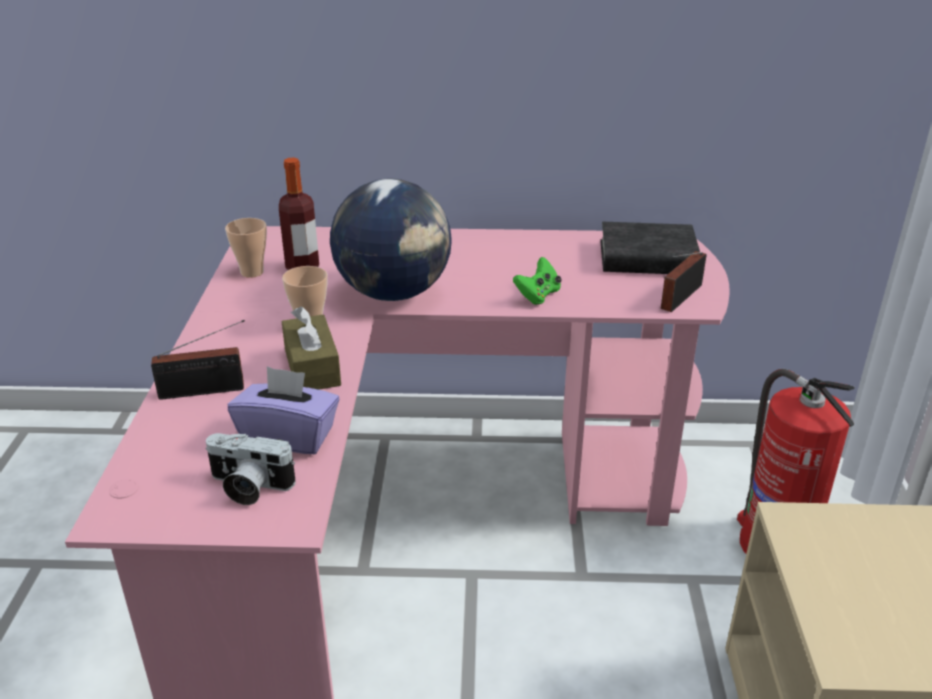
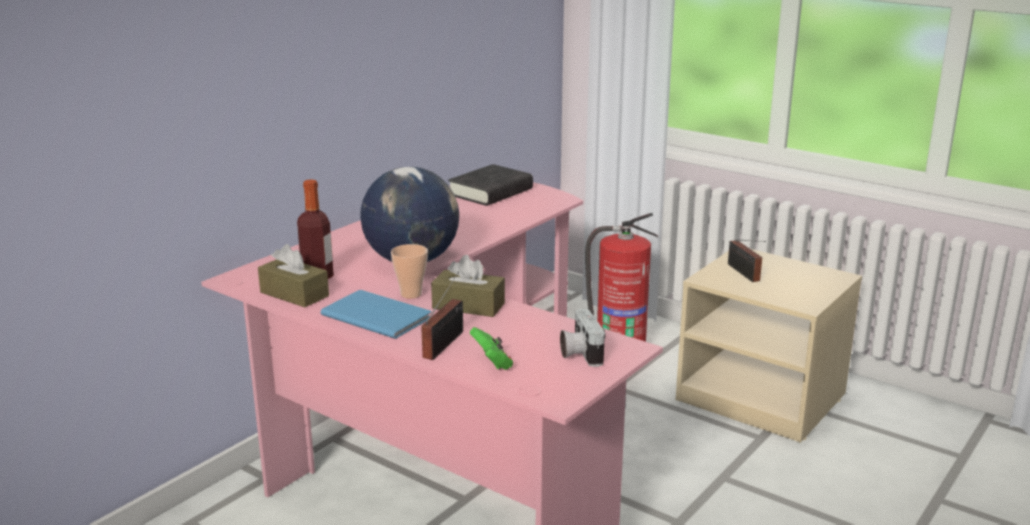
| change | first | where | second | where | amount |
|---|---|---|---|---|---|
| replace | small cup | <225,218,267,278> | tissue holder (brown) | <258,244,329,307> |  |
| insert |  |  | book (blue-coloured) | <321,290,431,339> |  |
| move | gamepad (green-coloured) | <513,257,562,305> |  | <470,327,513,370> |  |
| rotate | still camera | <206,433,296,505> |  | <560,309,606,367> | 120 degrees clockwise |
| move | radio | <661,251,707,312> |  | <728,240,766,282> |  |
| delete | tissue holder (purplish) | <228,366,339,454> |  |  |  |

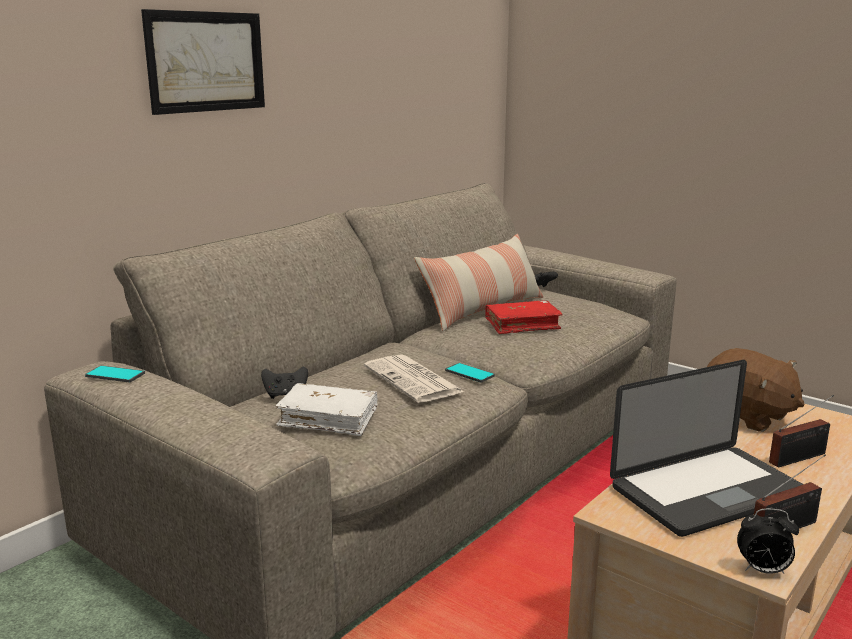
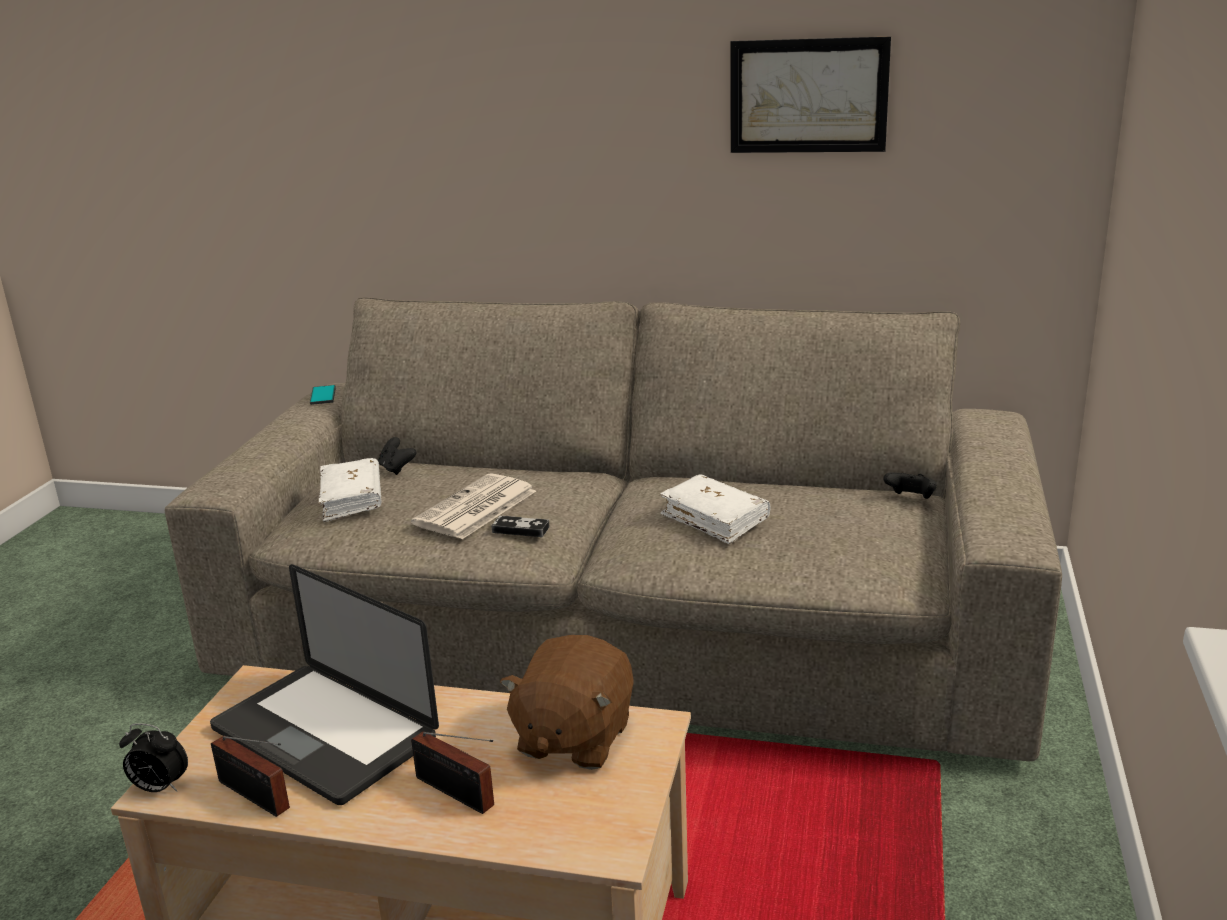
| change | first | where | second | where | amount |
|---|---|---|---|---|---|
| rotate | alarm clock | <737,508,799,574> |  | <119,723,188,792> | 60 degrees counterclockwise |
| replace | phone | <445,363,495,383> | gamepad | <491,516,549,537> |  |
| recolor | book (red-coloured) | <485,300,563,334> | book (white) | <660,475,771,544> |  |
| move | wall picture | <141,9,265,115> |  | <730,36,891,153> |  |
| delete | throw pillow | <414,234,543,331> |  |  |  |

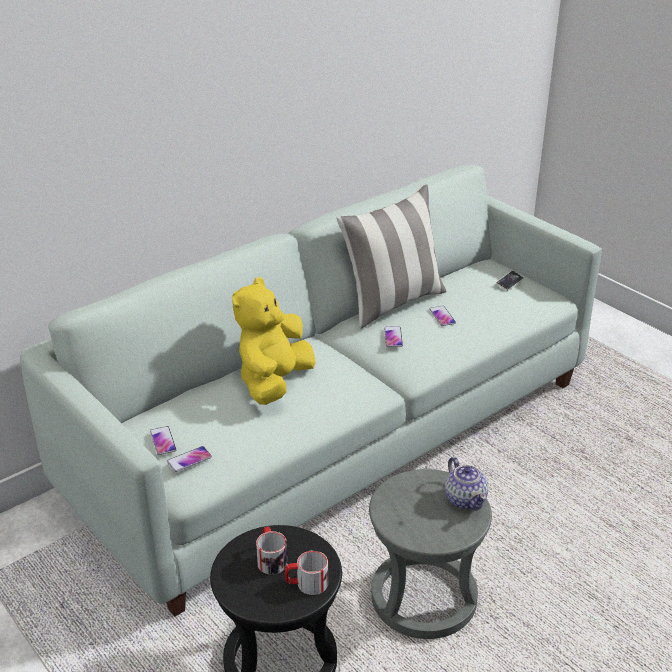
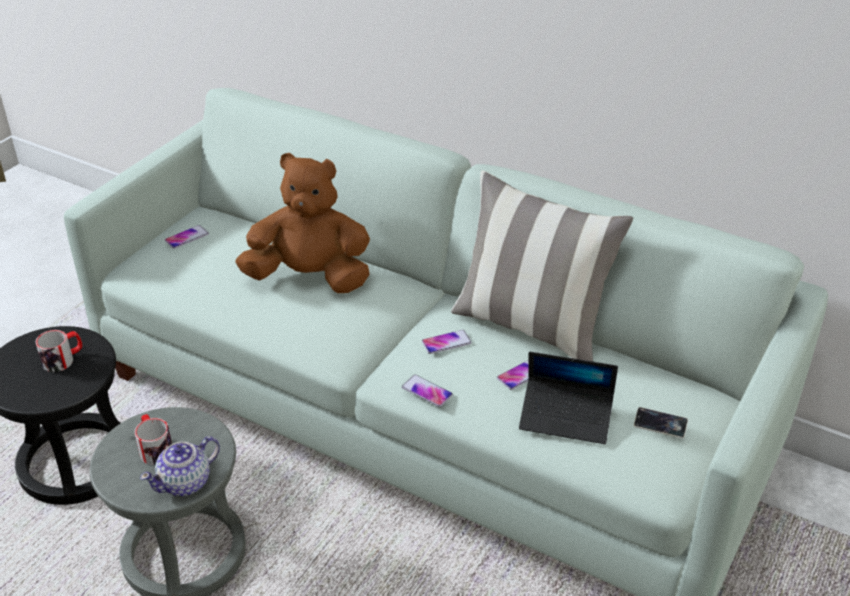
| change | first | where | second | where | amount |
|---|---|---|---|---|---|
| move | coffee mug | <285,551,328,595> |  | <135,414,172,465> |  |
| recolor | plush toy (yellowish) | <232,277,316,405> | plush toy (brown) | <235,153,370,293> |  |
| move | phone | <167,446,212,472> |  | <402,375,453,407> |  |
| insert |  |  | portable computer | <519,352,618,444> |  |

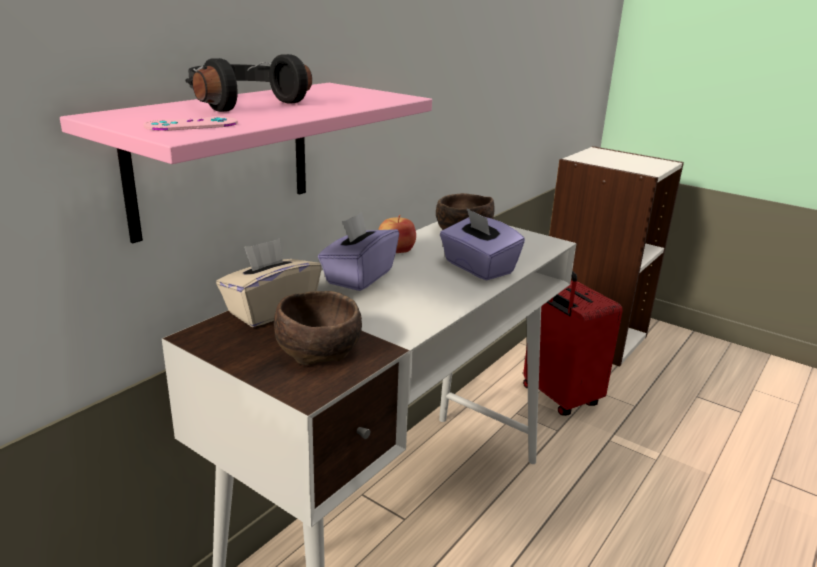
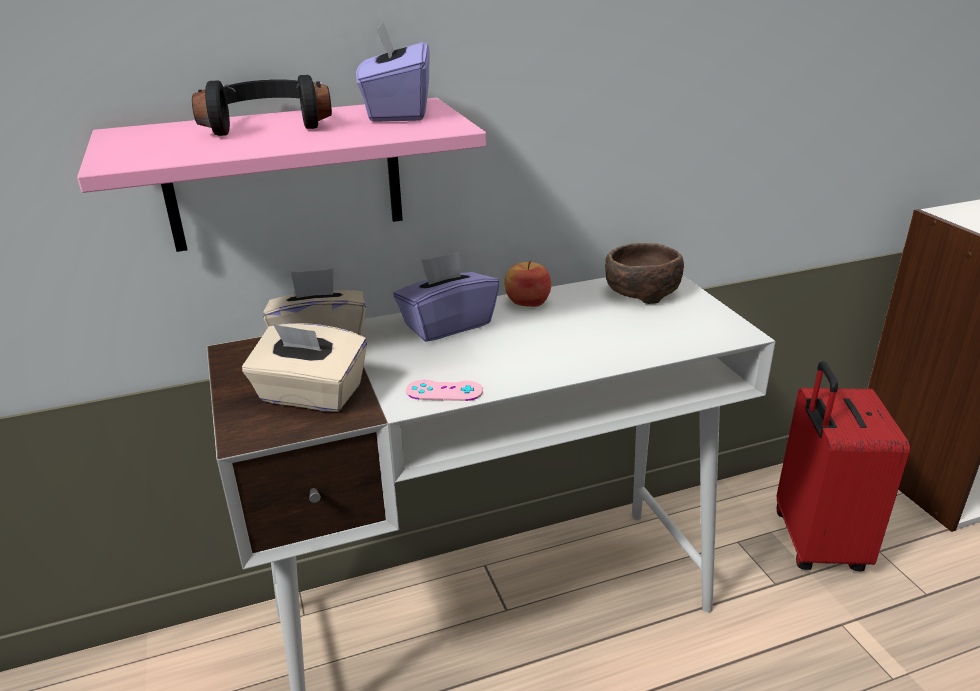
| change | first | where | second | where | amount |
|---|---|---|---|---|---|
| replace | deep dish (brown) | <274,291,362,365> | tissue holder (sand-coloured) | <242,323,367,412> |  |
| move | tissue holder (purplish) | <440,208,525,281> |  | <356,22,430,122> |  |
| move | gamepad (pinkish) | <143,117,238,131> |  | <406,380,483,401> |  |

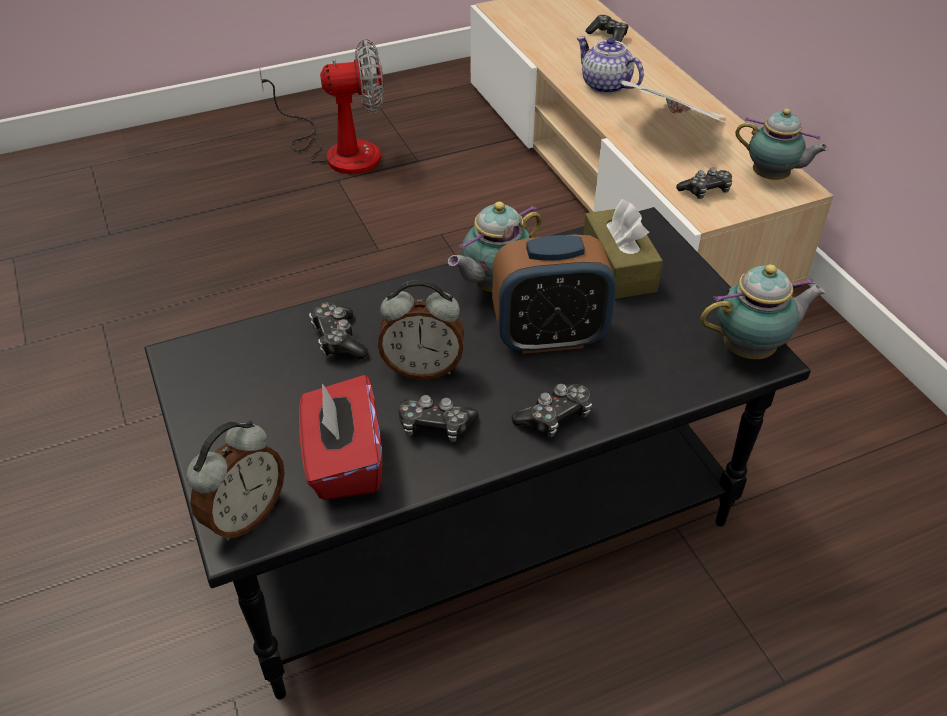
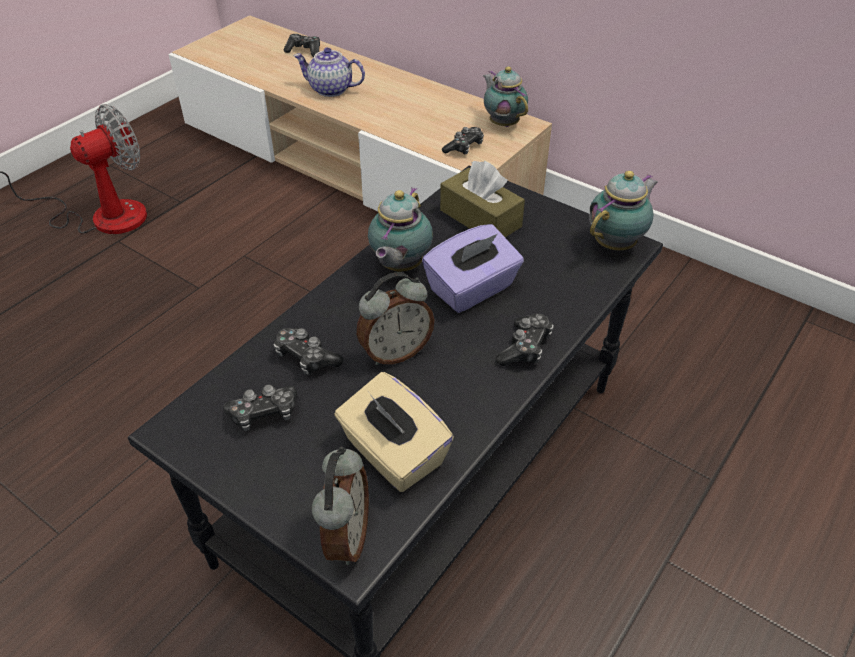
| change | first | where | second | where | amount |
|---|---|---|---|---|---|
| move | gamepad | <399,395,479,442> |  | <223,384,297,431> |  |
| recolor | tissue holder (red-coloured) | <299,375,382,500> | tissue holder (sand-coloured) | <334,372,454,492> |  |
| replace | alarm clock | <492,235,616,354> | tissue holder (purplish) | <422,224,524,313> |  |
| rotate | pot for tea | <735,108,829,180> |  | <483,67,528,127> | 120 degrees counterclockwise |
| delete | printed paper | <621,81,728,123> |  |  |  |

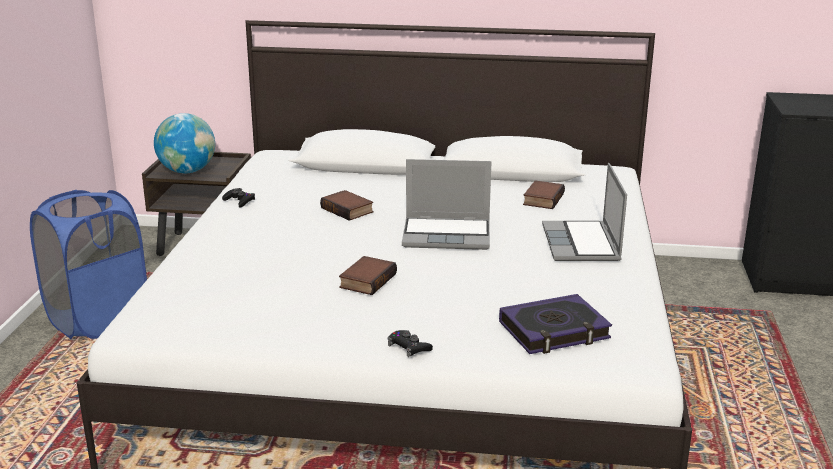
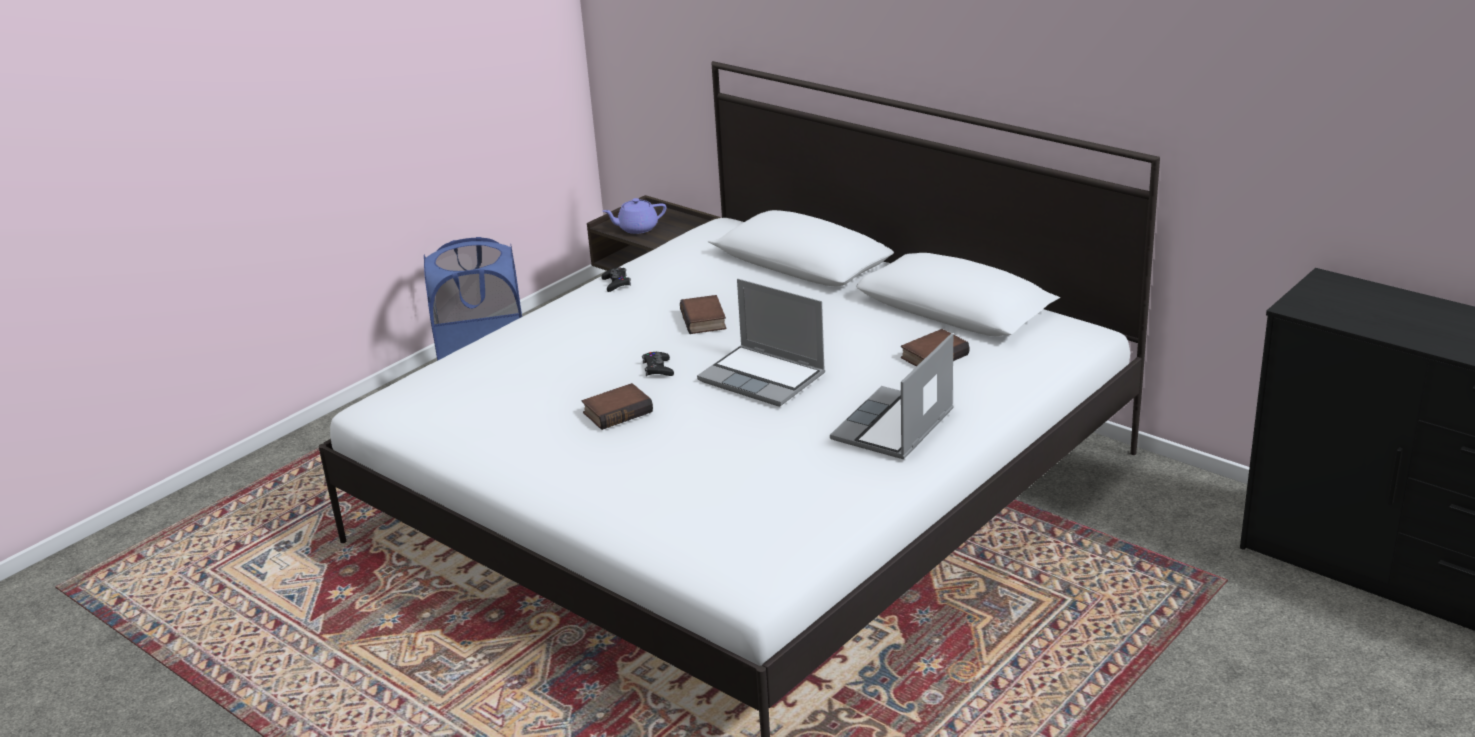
| change | first | where | second | where | amount |
|---|---|---|---|---|---|
| replace | desk globe | <154,113,215,173> | pot for tea (purplish) | <603,198,666,234> |  |
| move | gamepad (blackish) | <387,330,433,357> |  | <642,352,674,376> |  |
| delete | book | <499,294,612,354> |  |  |  |

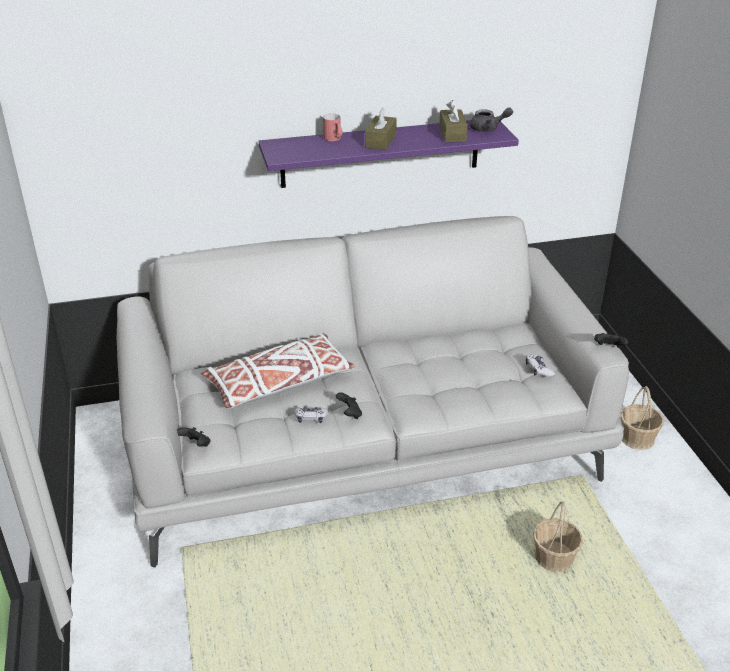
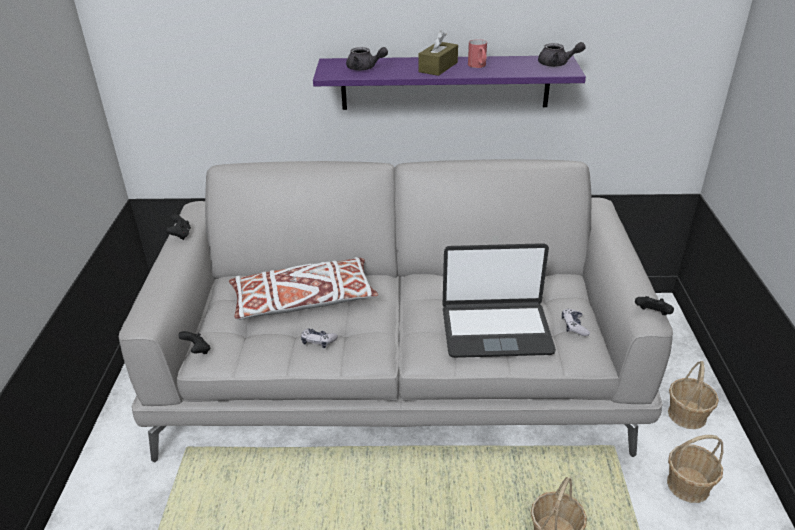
| change | first | where | second | where | amount |
|---|---|---|---|---|---|
| move | gamepad (blackish) | <336,392,362,419> |  | <166,214,191,240> |  |
| insert |  |  | pot for tea (grey) | <346,47,388,70> |  |
| insert |  |  | portable computer | <443,243,556,358> |  |
| move | coffee mug (red-coloured) | <323,114,343,141> |  | <468,39,487,68> |  |
| insert |  |  | basket | <667,435,723,503> |  |
| delete | tissue holder (brown) | <439,100,468,142> |  |  |  |

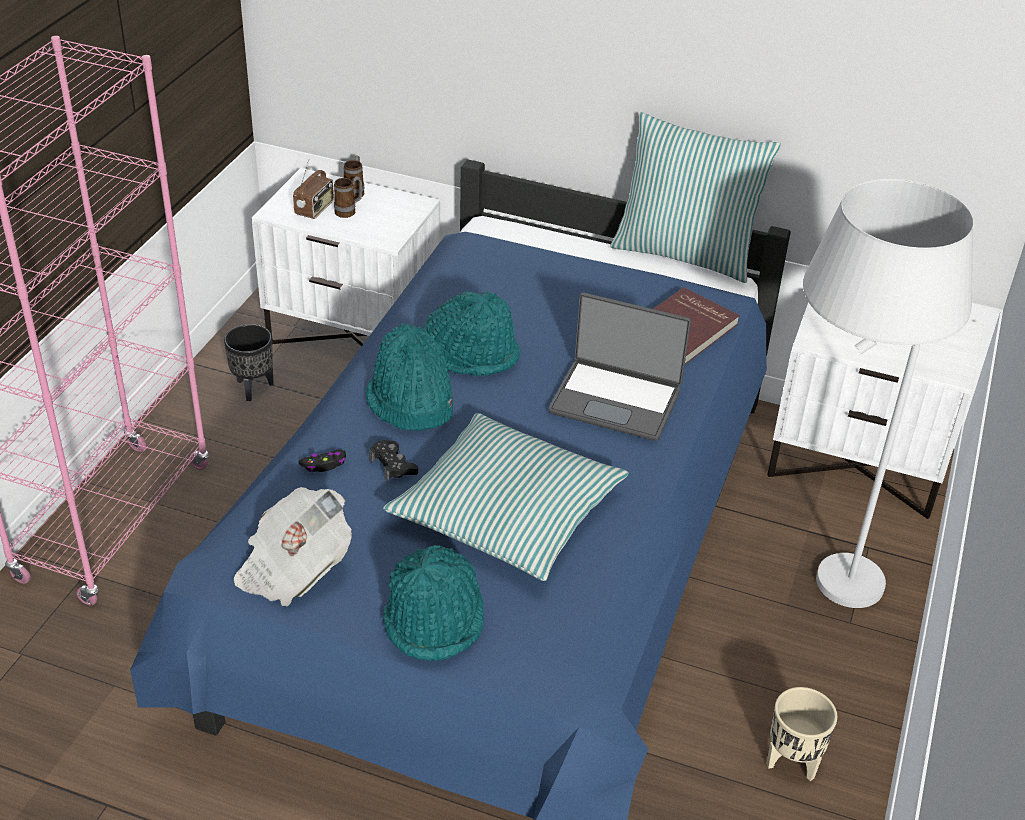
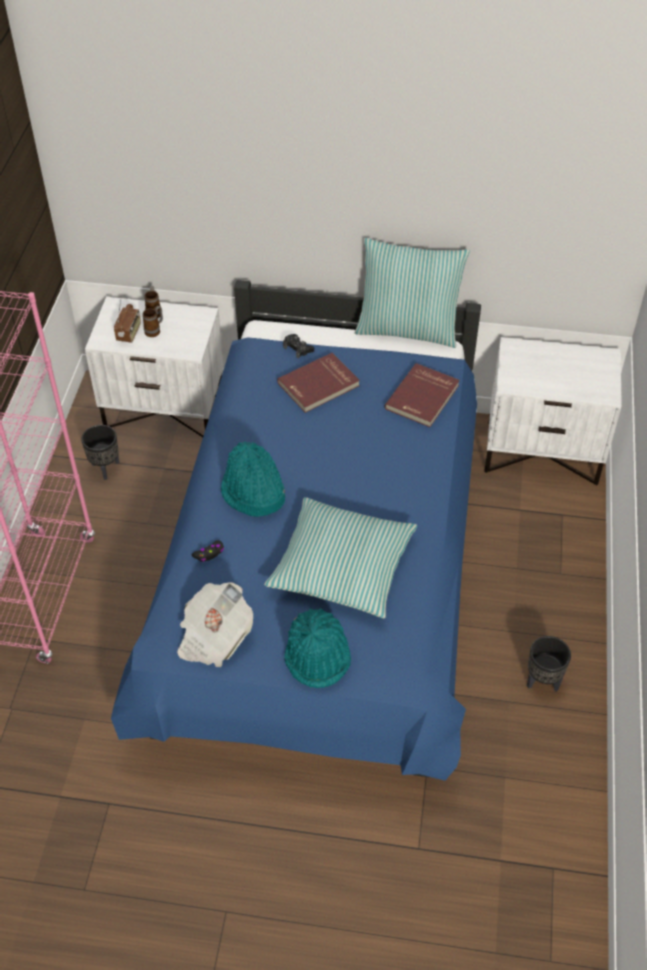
| change | first | where | second | where | amount |
|---|---|---|---|---|---|
| insert |  |  | book (red-coloured) | <277,353,360,413> |  |
| move | gamepad (blackish) | <369,440,418,482> |  | <283,334,314,359> |  |
| recolor | plant pot (sand-coloured) | <766,687,837,781> | plant pot (blackish) | <527,636,571,692> |  |
| delete | clothing hat (blue-green) | <423,291,520,376> |  |  |  |
| delete | portable computer | <549,293,691,441> |  |  |  |
| delete | standard lamp (white) | <803,178,974,608> |  |  |  |

